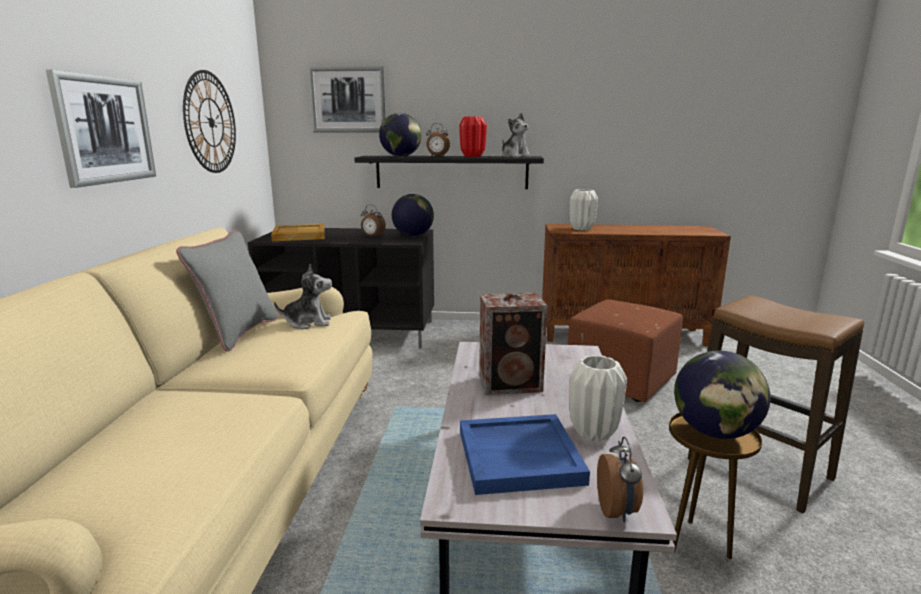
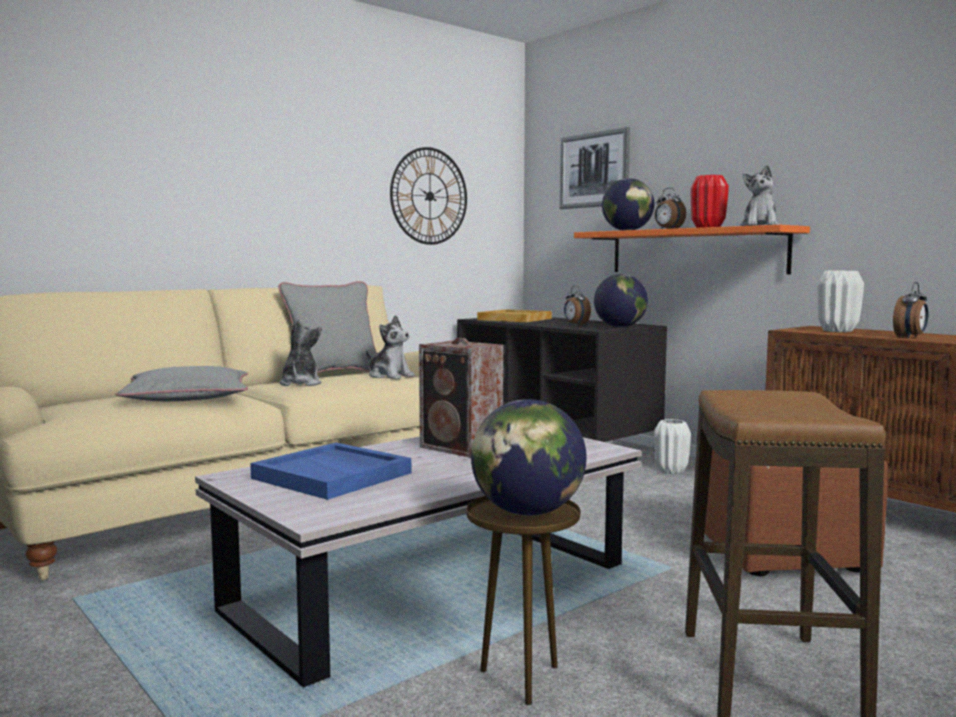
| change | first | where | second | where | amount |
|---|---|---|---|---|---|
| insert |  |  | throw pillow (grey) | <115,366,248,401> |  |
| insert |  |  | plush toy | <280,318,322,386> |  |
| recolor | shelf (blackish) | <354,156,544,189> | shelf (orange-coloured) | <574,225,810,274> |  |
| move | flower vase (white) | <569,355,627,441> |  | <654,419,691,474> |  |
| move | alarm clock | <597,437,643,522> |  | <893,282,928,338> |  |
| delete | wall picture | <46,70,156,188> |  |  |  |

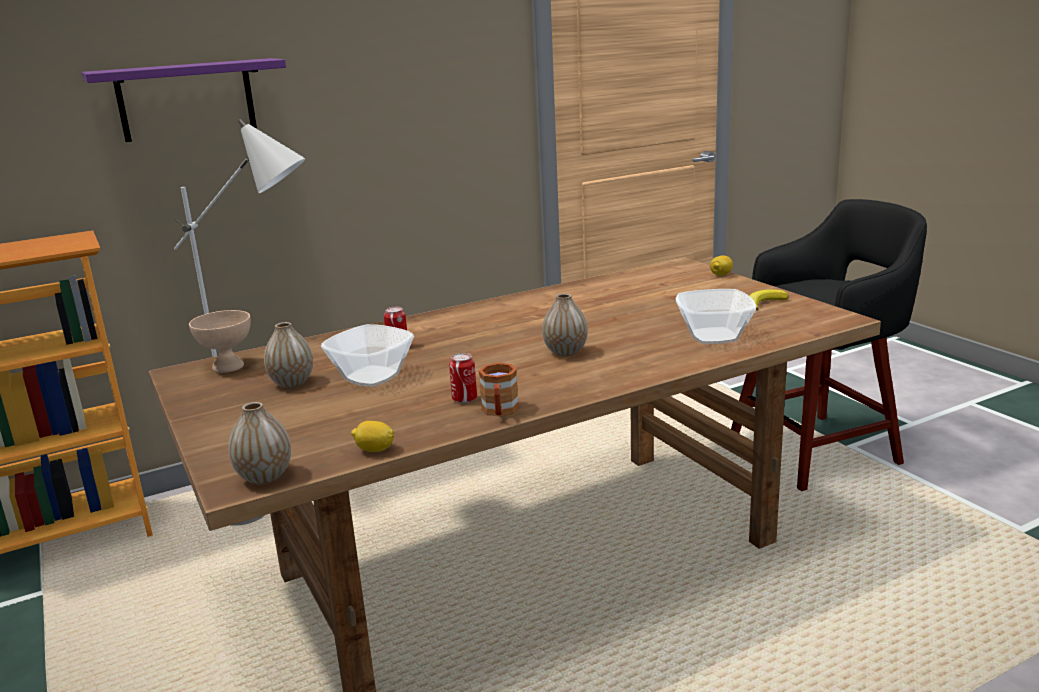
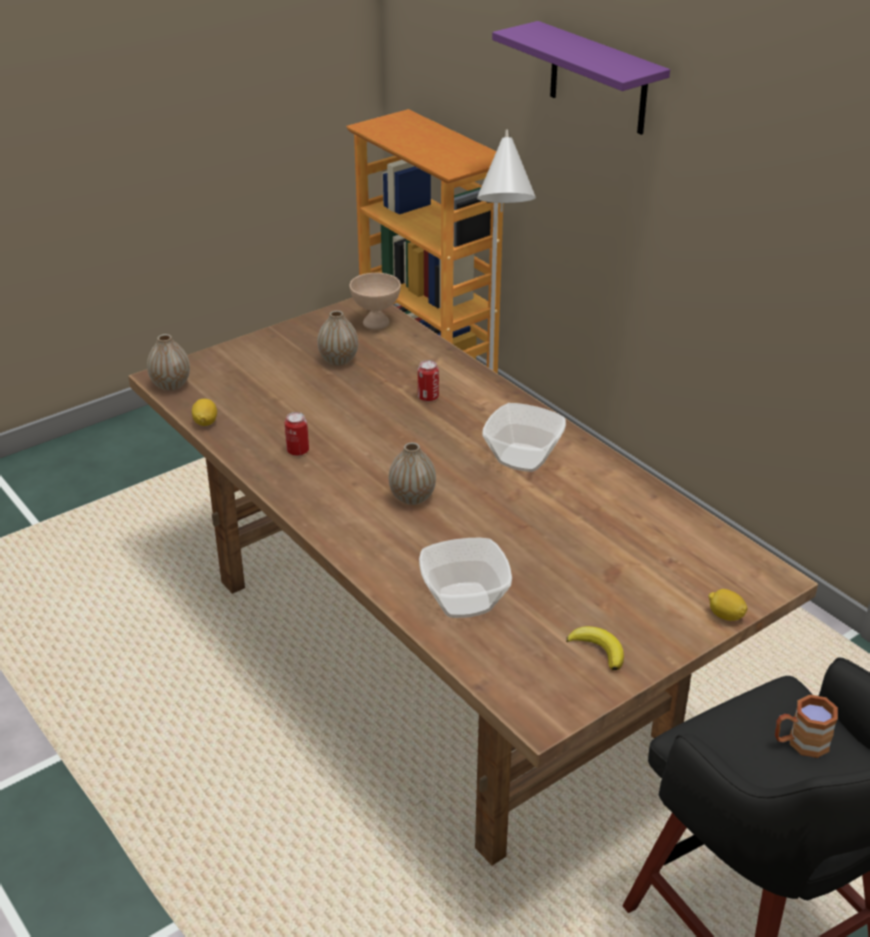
| change | first | where | second | where | amount |
|---|---|---|---|---|---|
| move | deep dish | <321,324,414,387> |  | <482,403,566,472> |  |
| move | coffee mug (brown) | <479,363,519,417> |  | <775,694,838,758> |  |

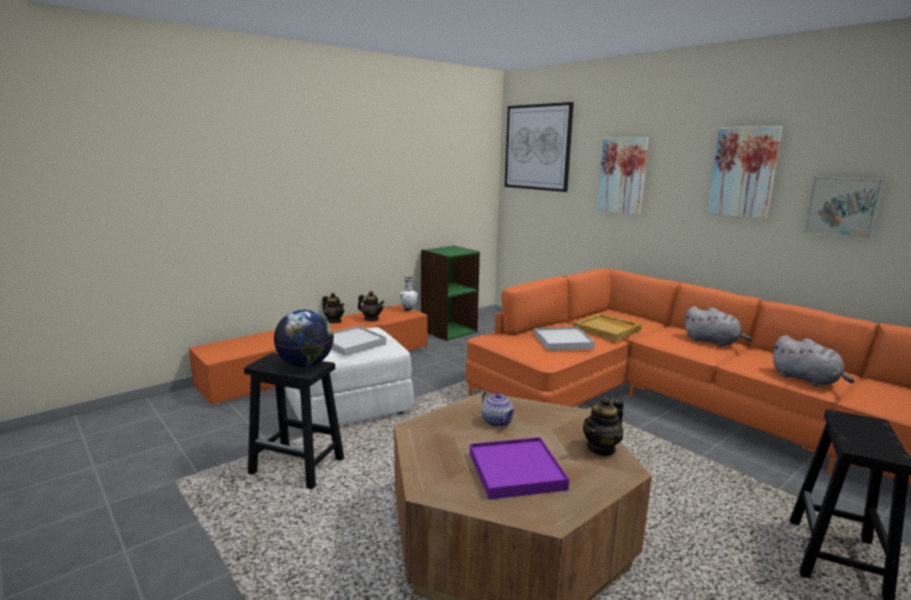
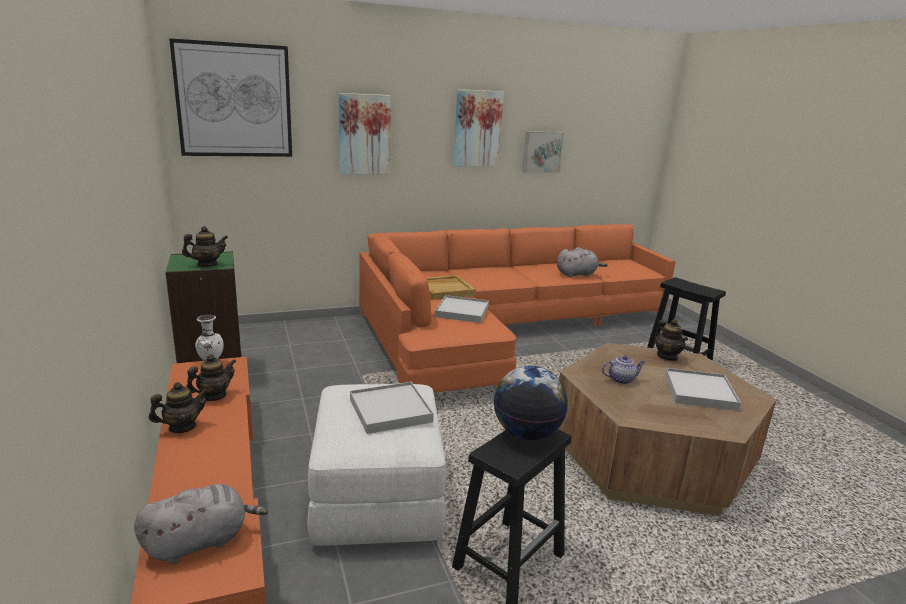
| change | first | where | second | where | amount |
|---|---|---|---|---|---|
| move | plush toy (grey) | <684,306,751,347> |  | <134,484,268,564> |  |
| insert |  |  | pot for tea | <182,226,228,267> |  |
| recolor | tray (purplish) | <470,437,569,500> | tray (white) | <665,368,741,411> |  |

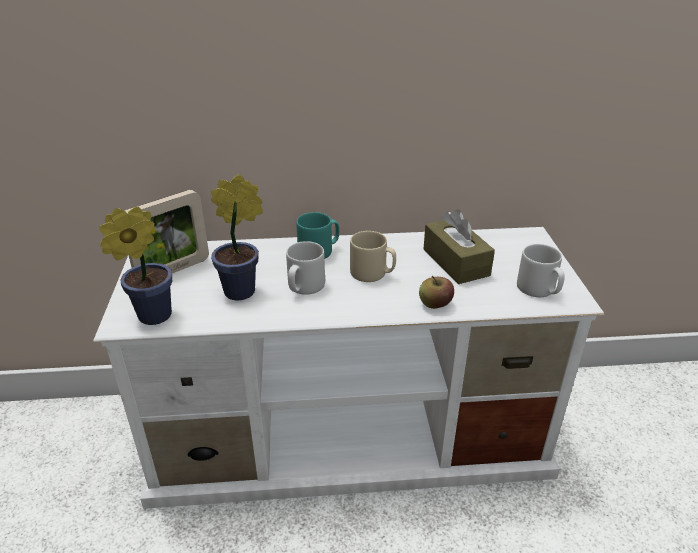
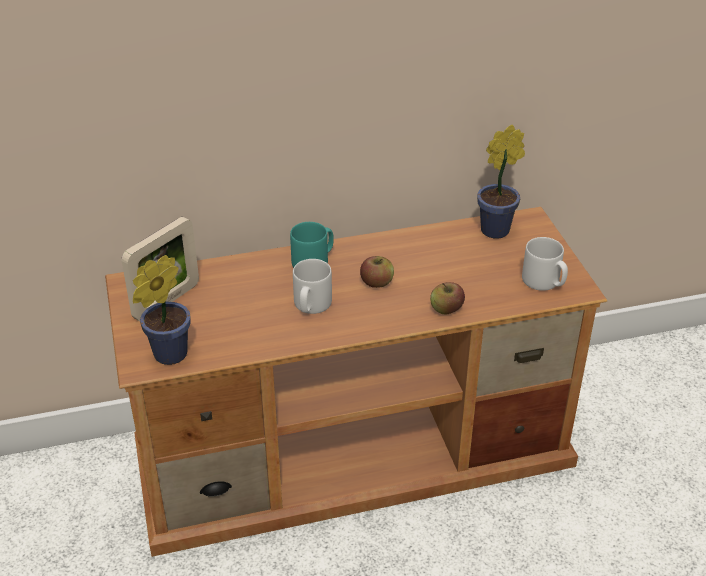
| change | first | where | second | where | amount |
|---|---|---|---|---|---|
| recolor | tv unit (white) | <93,227,604,509> | tv unit (brown) | <105,207,607,557> |  |
| replace | coffee mug (sand-coloured) | <350,231,396,282> | apple | <360,256,394,288> |  |
| move | houseplant | <211,174,263,301> |  | <477,125,525,238> |  |
| delete | tissue holder (brown) | <424,209,495,284> |  |  |  |

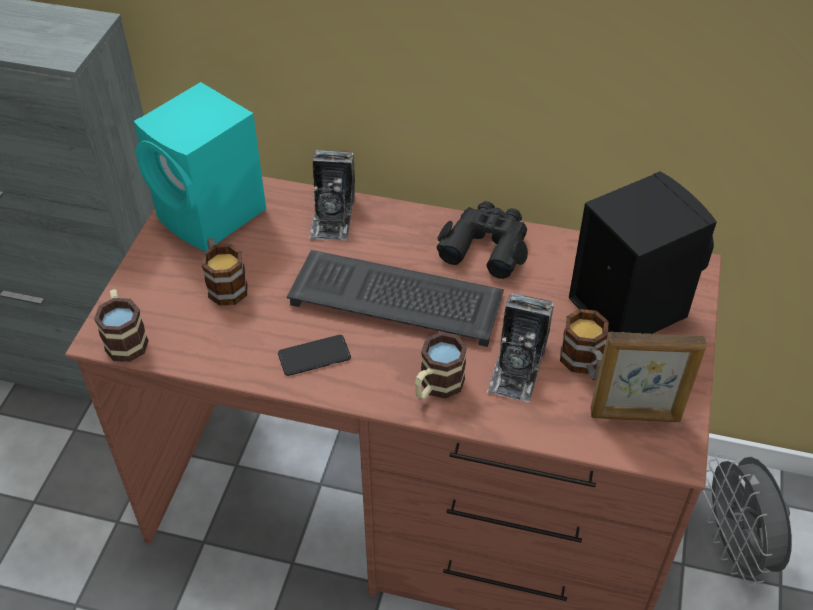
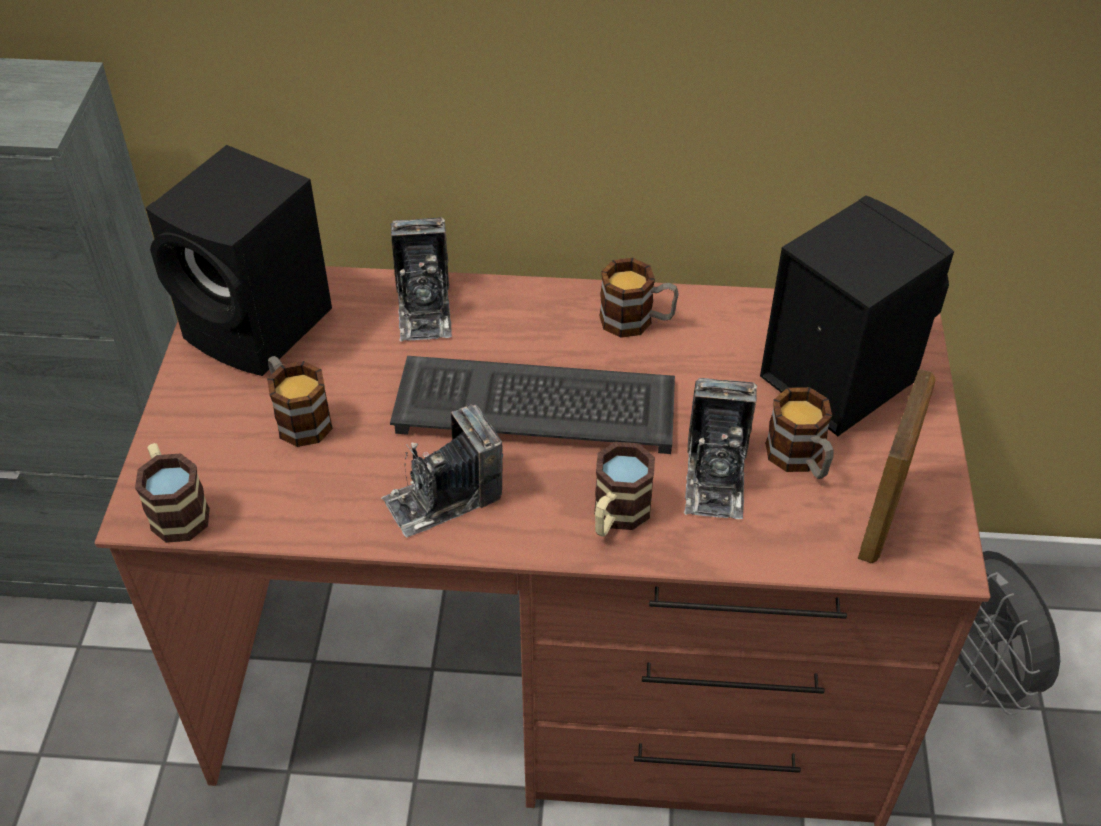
| change | first | where | second | where | amount |
|---|---|---|---|---|---|
| recolor | speaker (blue-green) | <134,82,266,251> | speaker (blackish) | <146,145,332,376> |  |
| replace | phone | <278,335,351,376> | still camera | <381,404,504,538> |  |
| replace | pair of binoculars (blackish) | <436,201,528,279> | coffee mug | <599,258,679,338> |  |
| rotate | photo frame | <591,332,707,422> |  | <857,369,935,563> | 60 degrees counterclockwise |

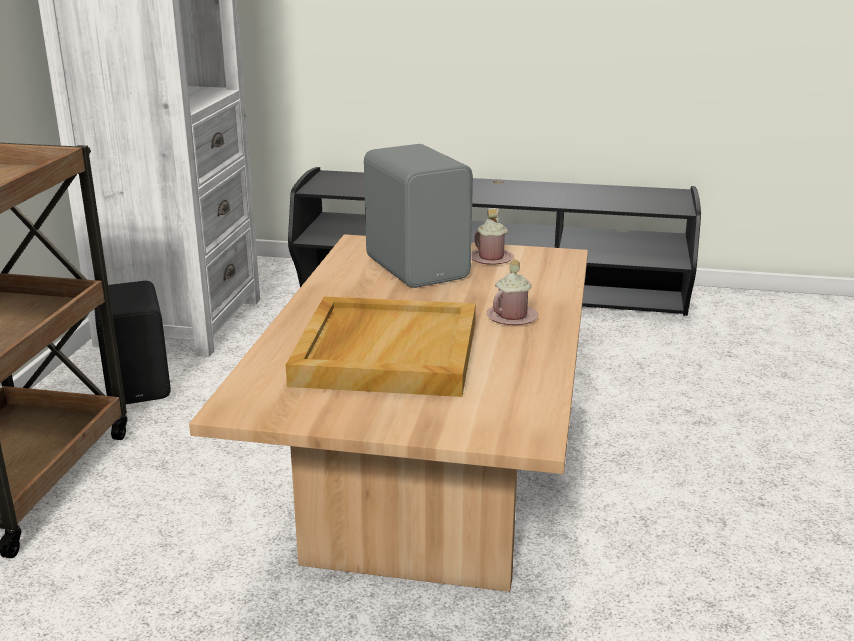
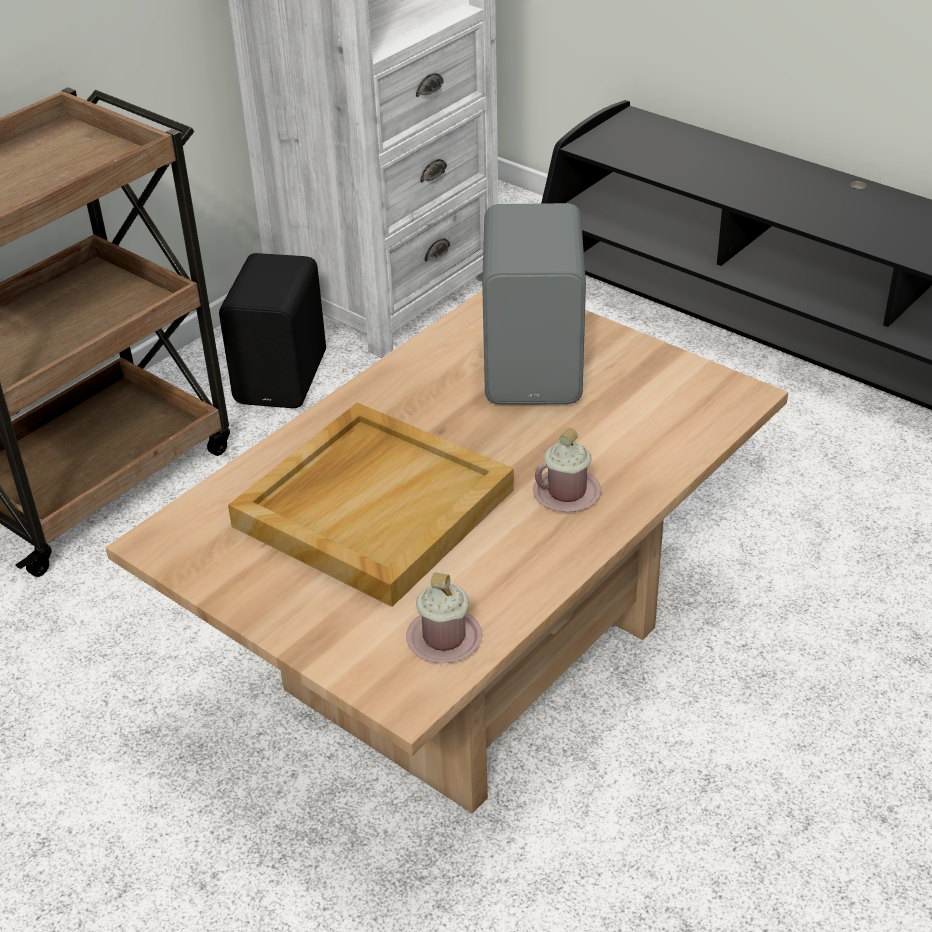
| change | first | where | second | where | amount |
|---|---|---|---|---|---|
| move | coffee mug (pinkish) | <471,209,514,265> |  | <406,572,482,663> |  |

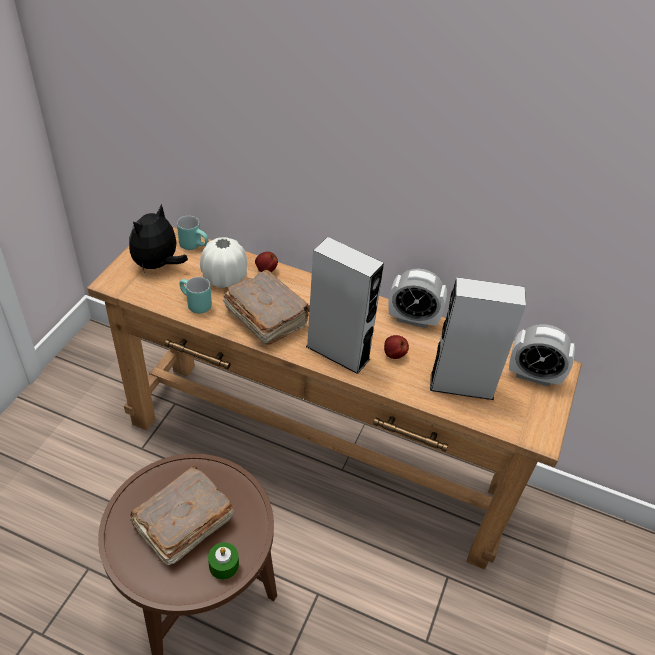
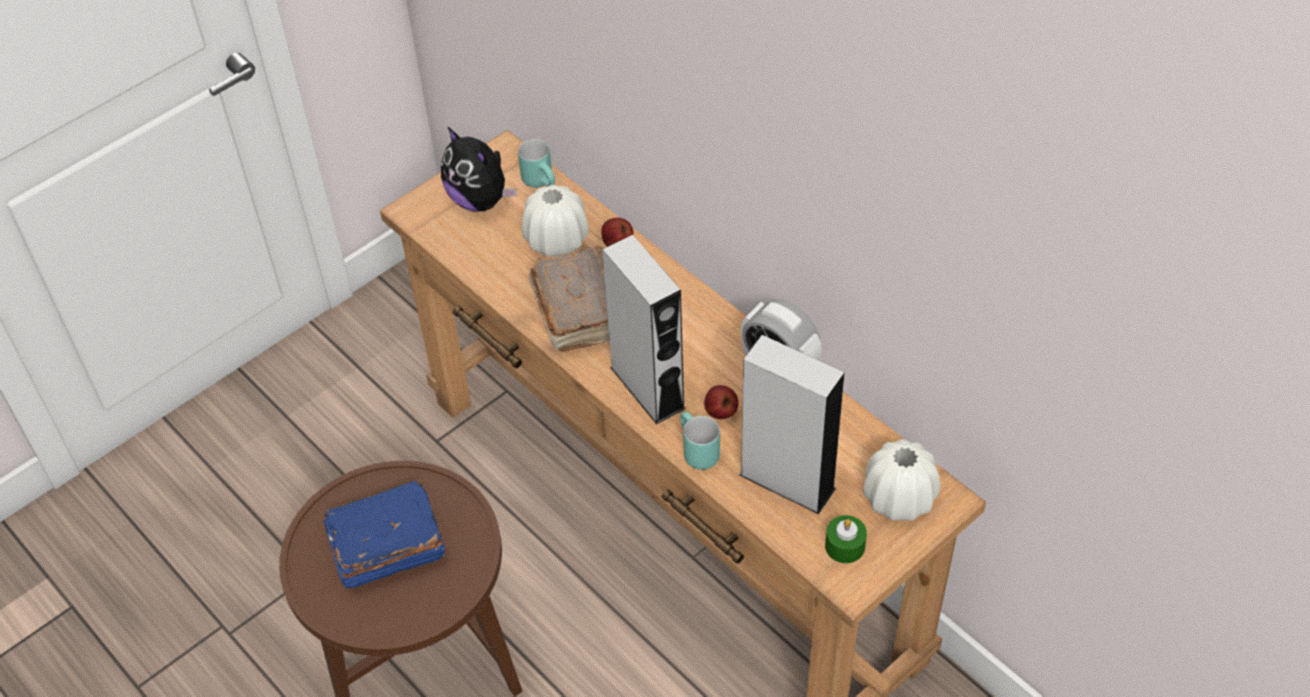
| change | first | where | second | where | amount |
|---|---|---|---|---|---|
| recolor | book (brown) | <130,465,234,565> | book (blue-coloured) | <323,479,445,588> |  |
| rotate | plush toy | <129,204,188,273> |  | <441,126,516,212> | 105 degrees counterclockwise |
| move | coffee mug (blue-green) | <179,277,212,314> |  | <680,412,720,470> |  |
| move | candle (green-coloured) | <208,542,239,580> |  | <825,515,867,563> |  |
| replace | alarm clock | <509,324,575,387> | flower vase (white) | <863,439,940,521> |  |

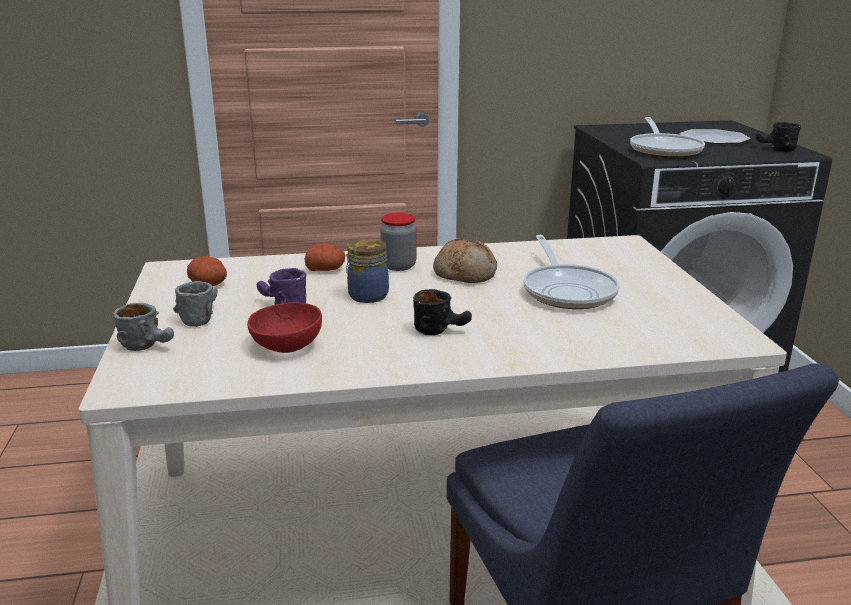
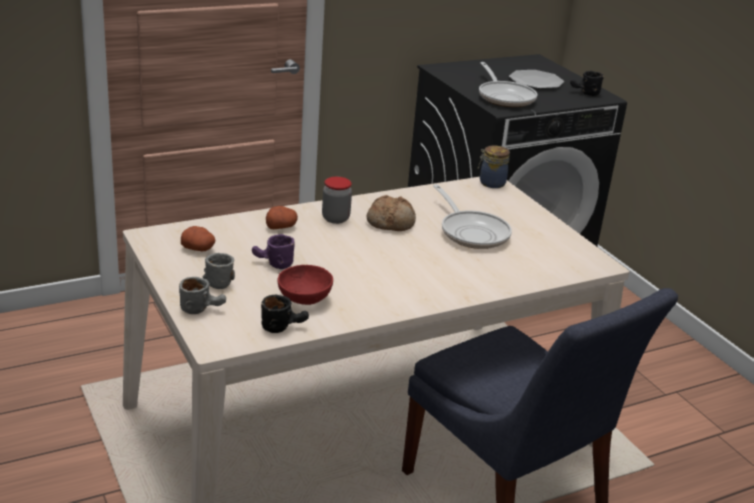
| change | first | where | second | where | amount |
|---|---|---|---|---|---|
| move | coffee mug (blackish) | <413,289,472,335> |  | <261,294,309,333> |  |
| move | preserve jar | <346,239,389,303> |  | <478,146,510,188> |  |

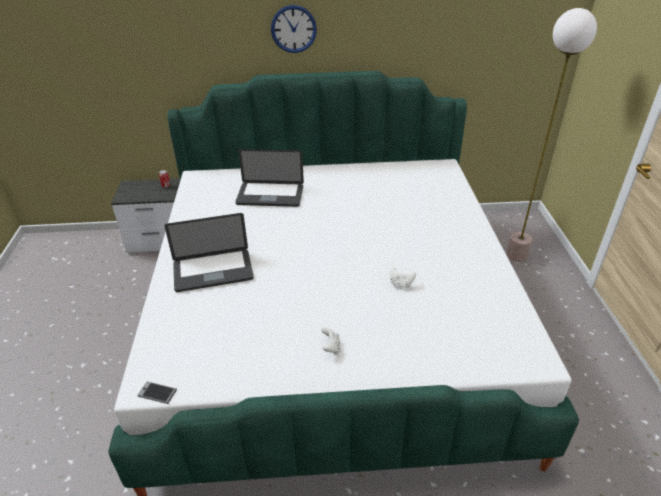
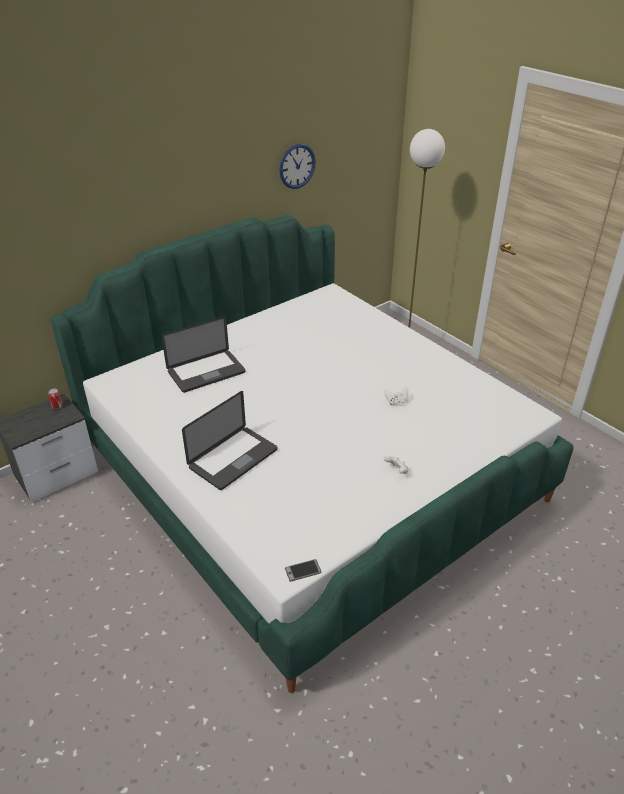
| change | first | where | second | where | amount |
|---|---|---|---|---|---|
| move | clock on the wall | <271,5,317,53> |  | <279,144,316,189> |  |

